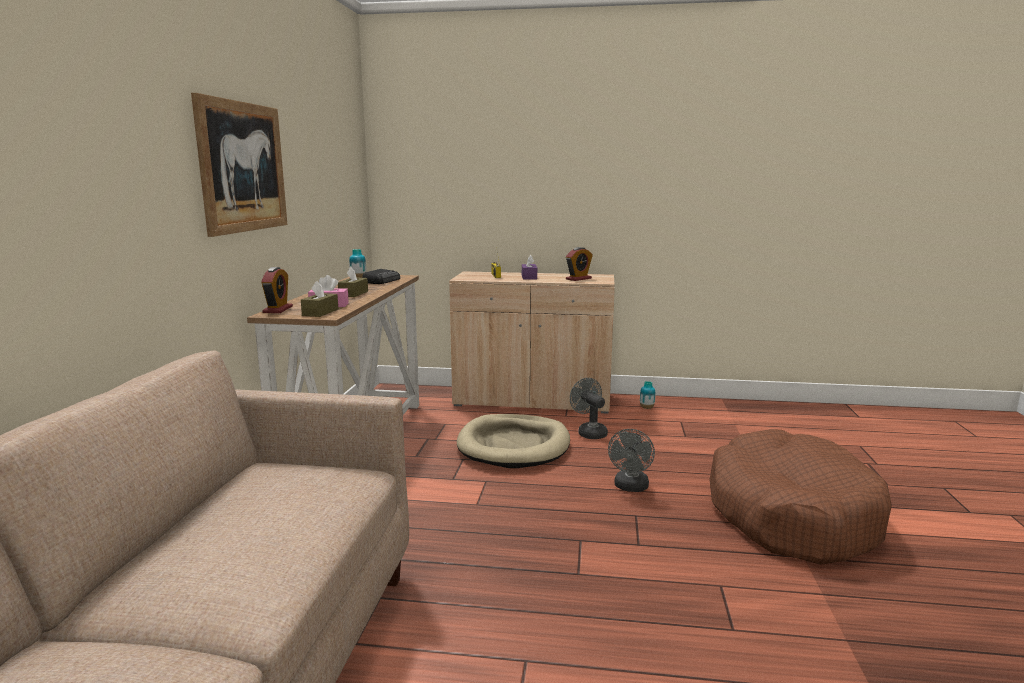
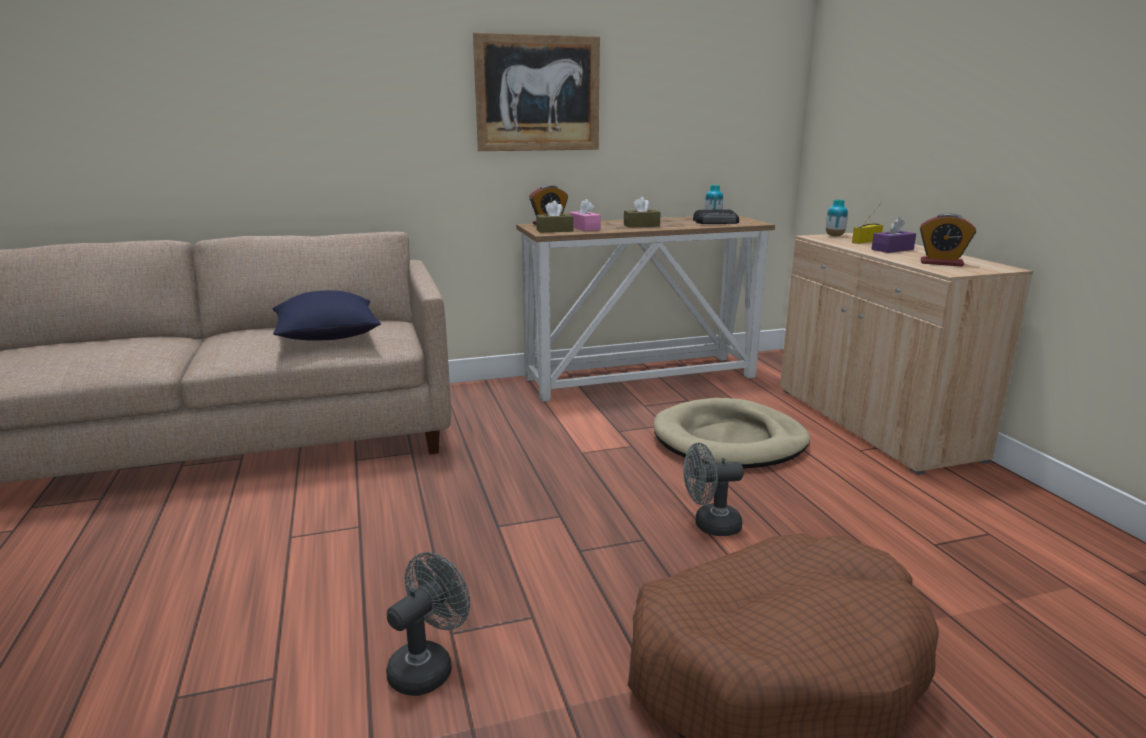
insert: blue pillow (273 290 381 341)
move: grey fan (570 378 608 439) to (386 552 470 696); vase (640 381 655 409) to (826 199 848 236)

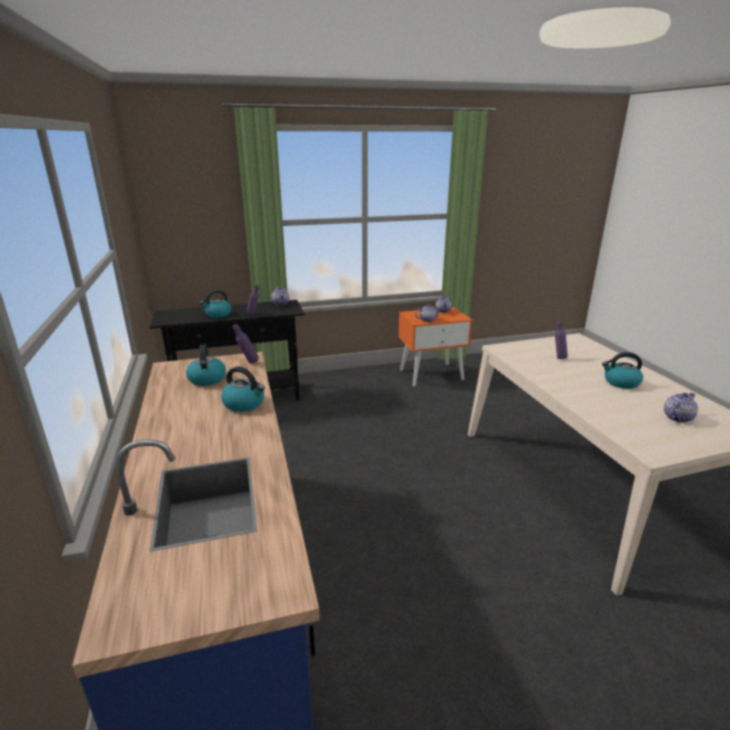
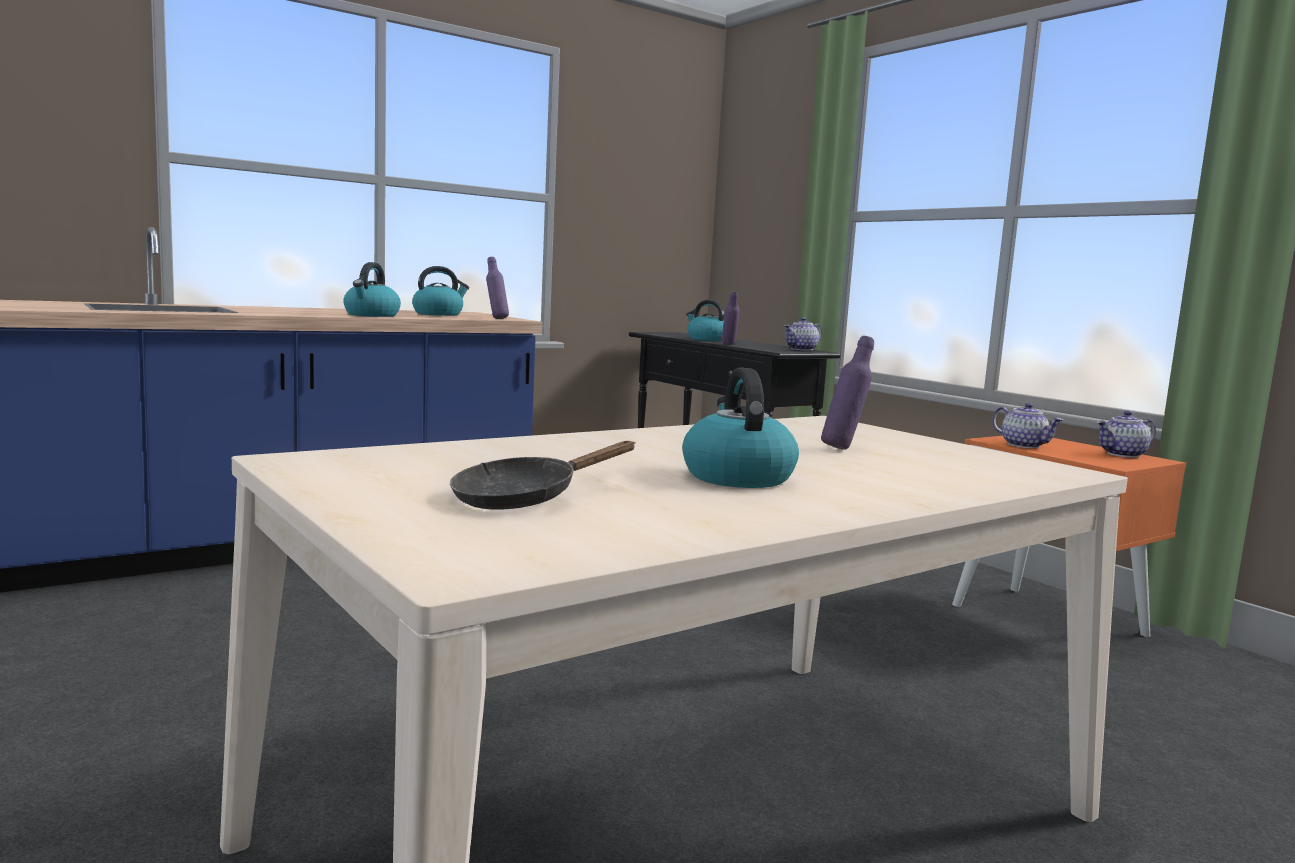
replace: teapot (664 393 698 423) to black frying pan (450 441 636 510)

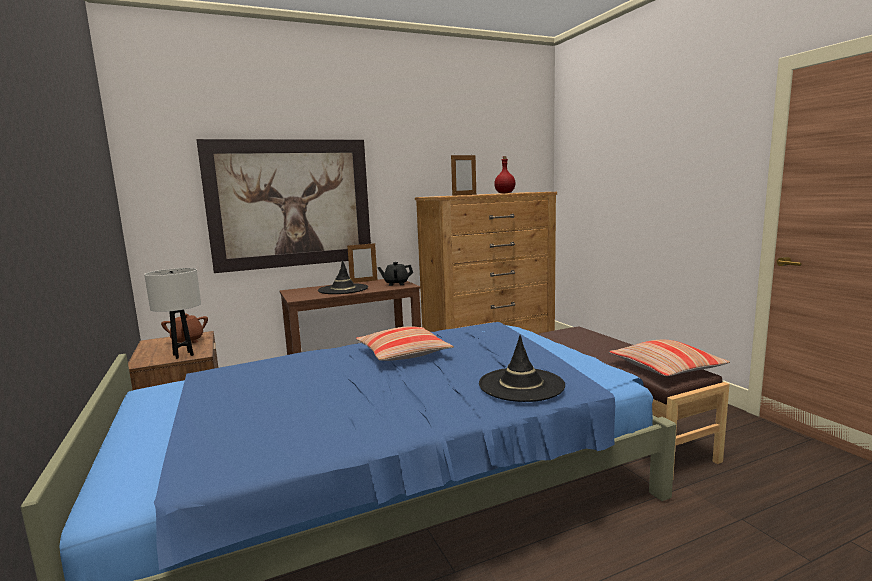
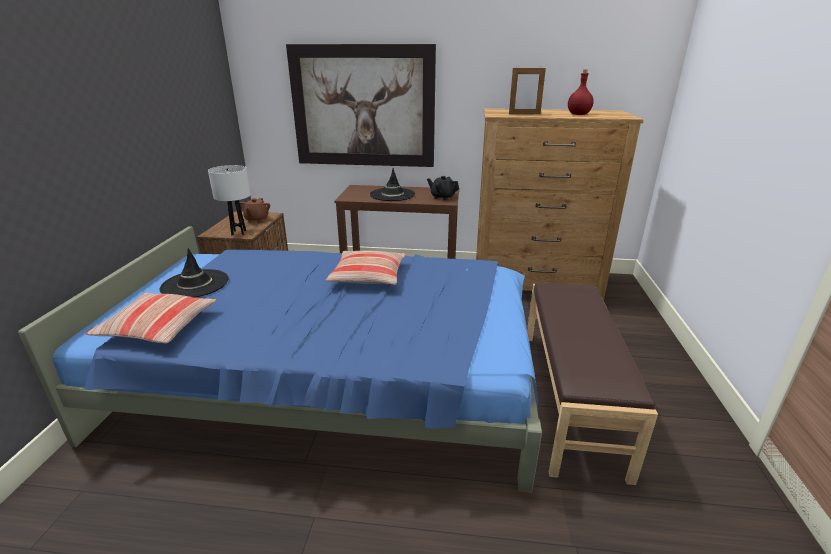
delete: picture frame (347 242 377 283)
move: black hat (479 335 565 402) to (160 248 228 298); pillow (609 340 730 376) to (86 293 217 343)

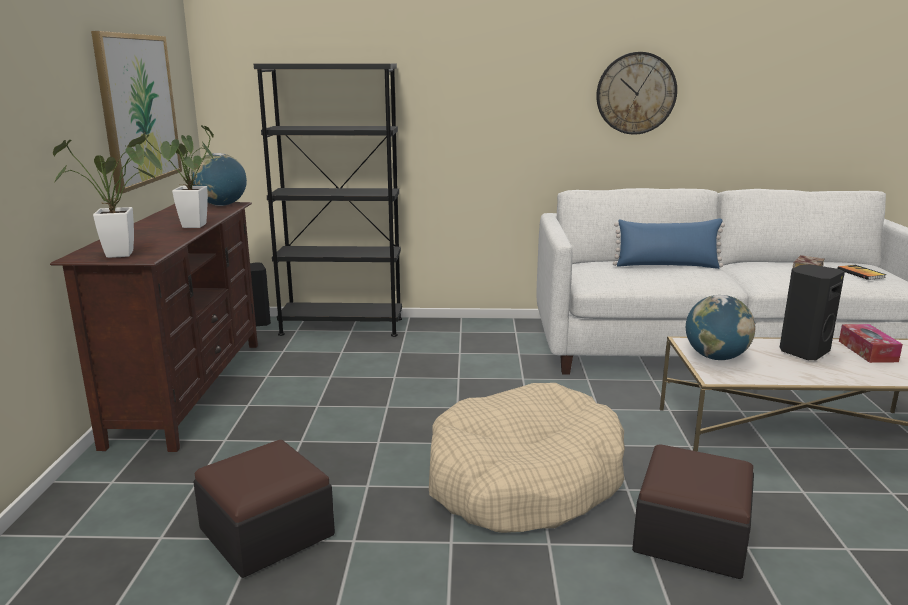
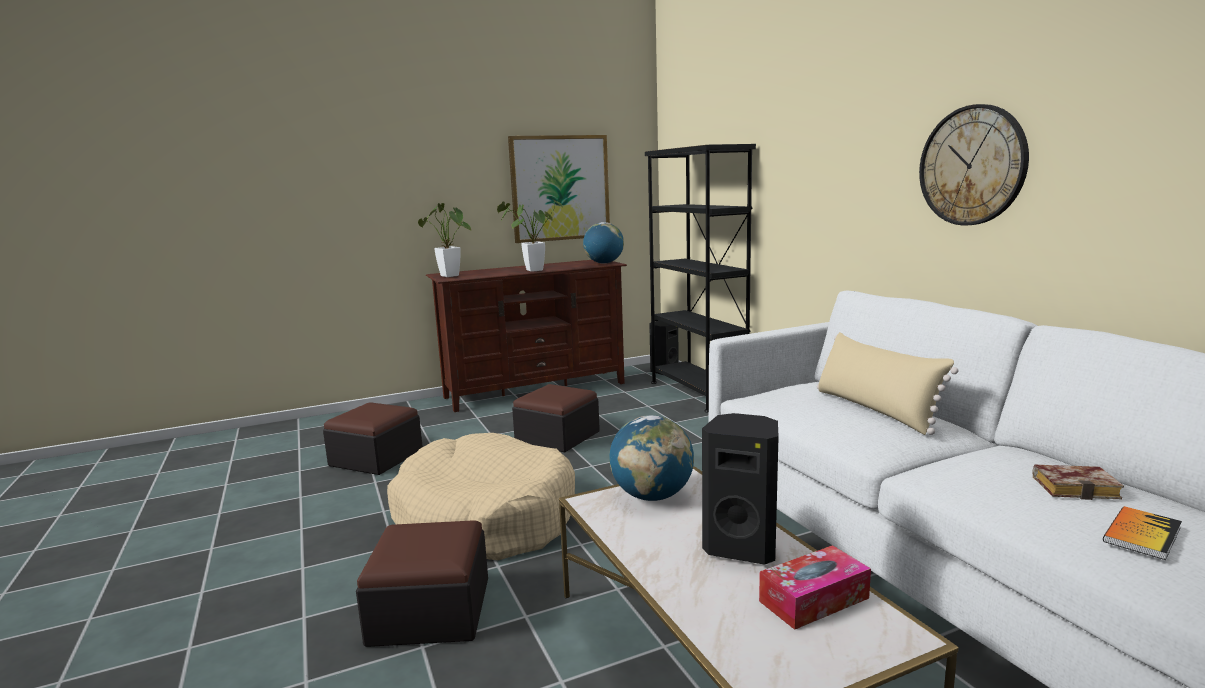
insert: ottoman (512 384 600 452)
recolor: blue pillow (613 218 725 269) to beige pillow (817 332 959 435)

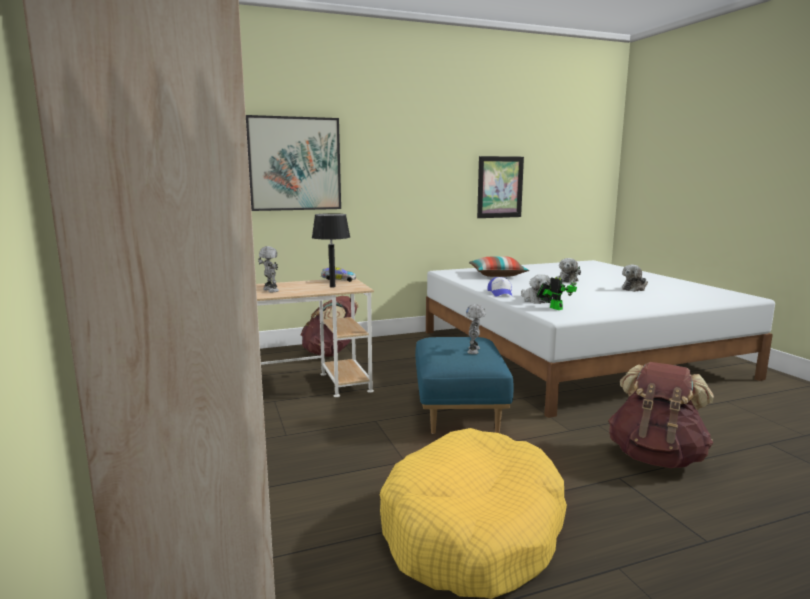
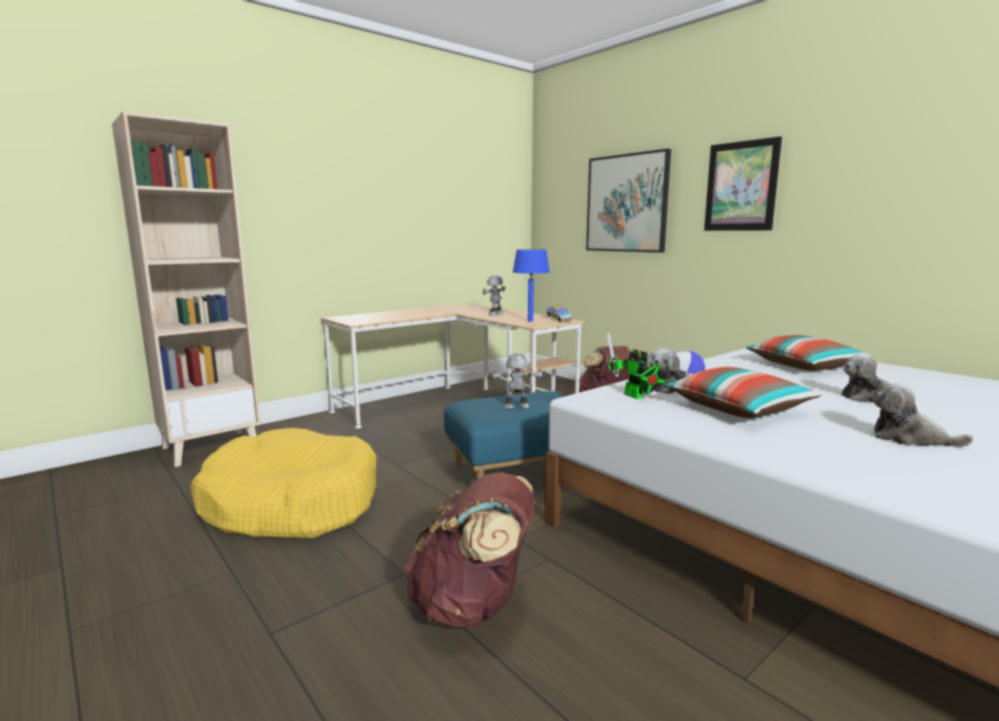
insert: pillow (664 367 822 418)
move: picture (477 156 524 218) to (704 136 782 231)
recolor: black table lamp (312 213 350 287) to blue table lamp (513 249 550 322)
rotate: toy robot (537 266 580 310) = (607 331 666 399) 105 degrees clockwise

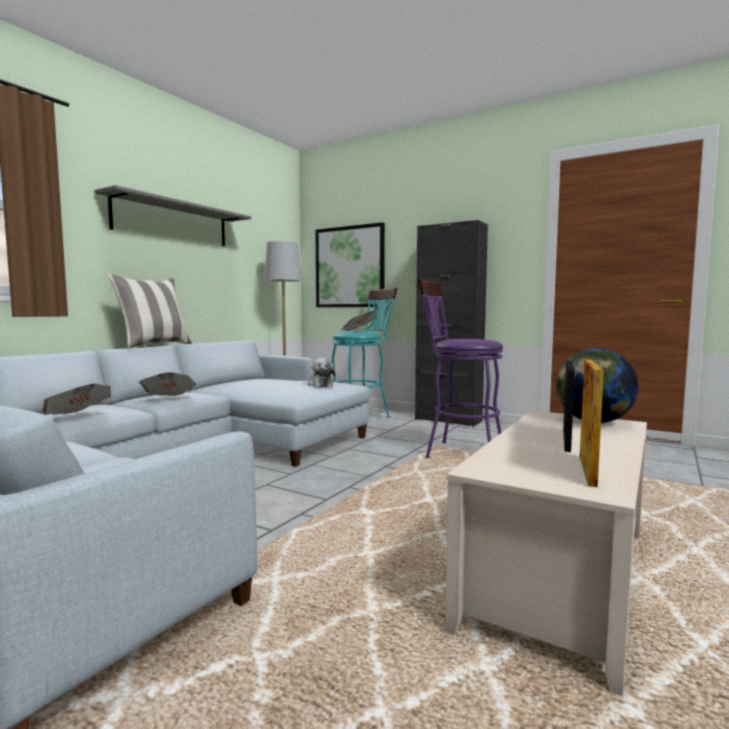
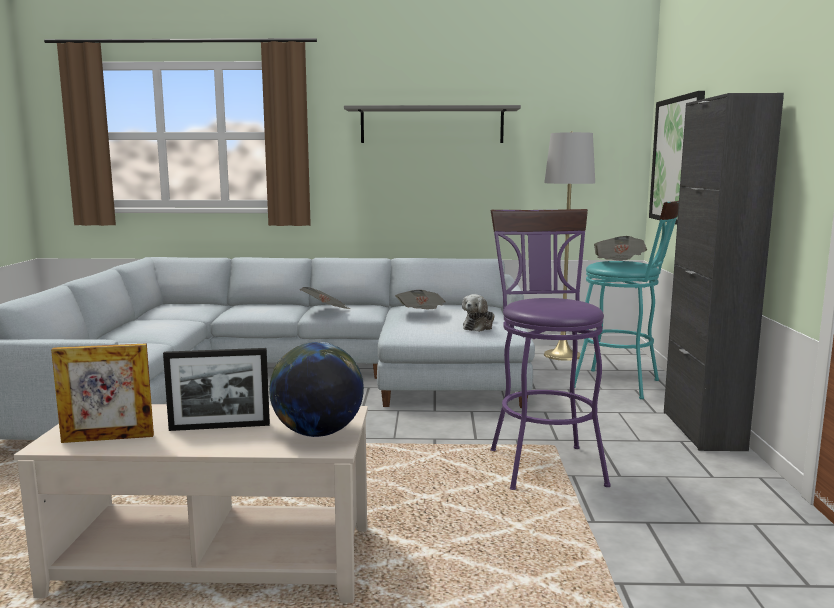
delete: pillow (107 274 192 348)
move: newspaper (42 384 111 415) to (395 290 446 309)

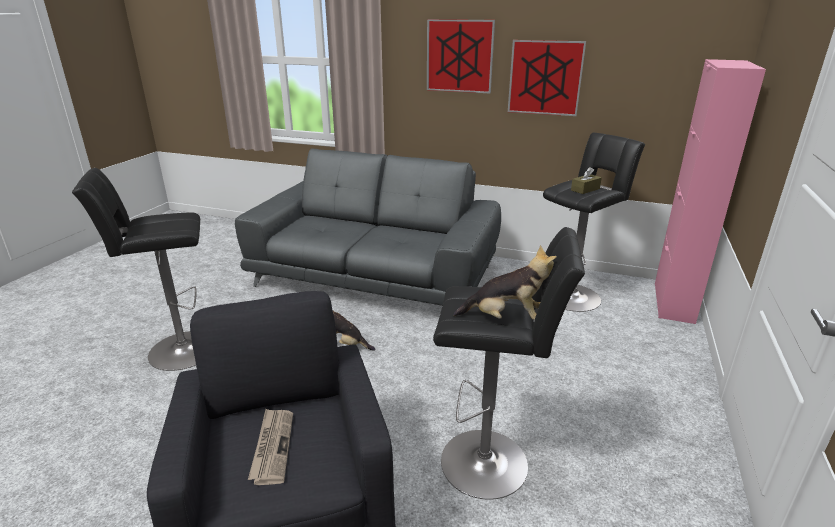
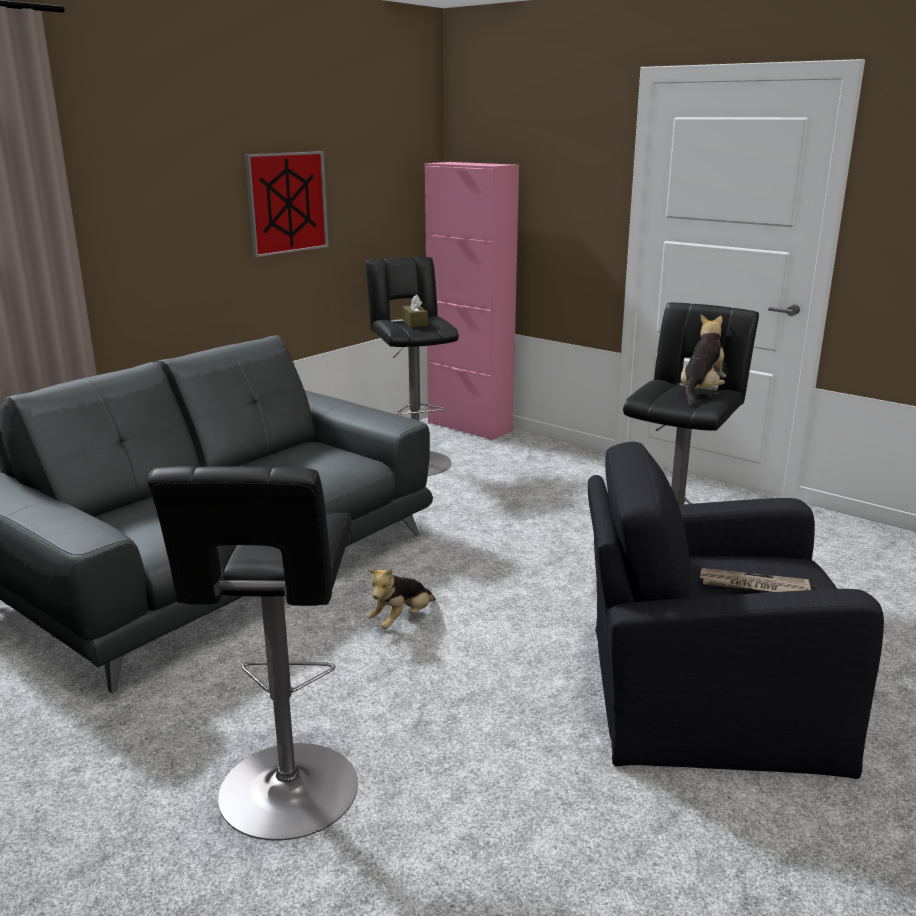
delete: picture (427 19 495 93)

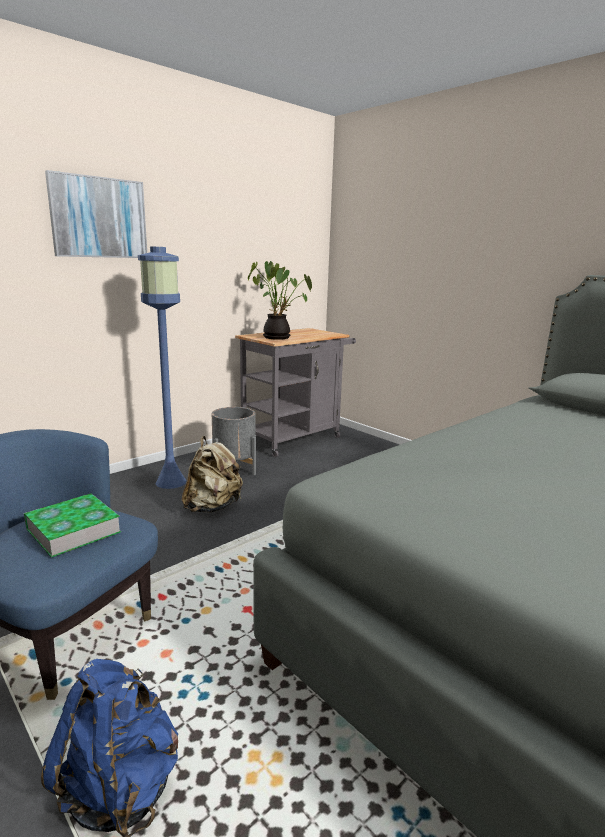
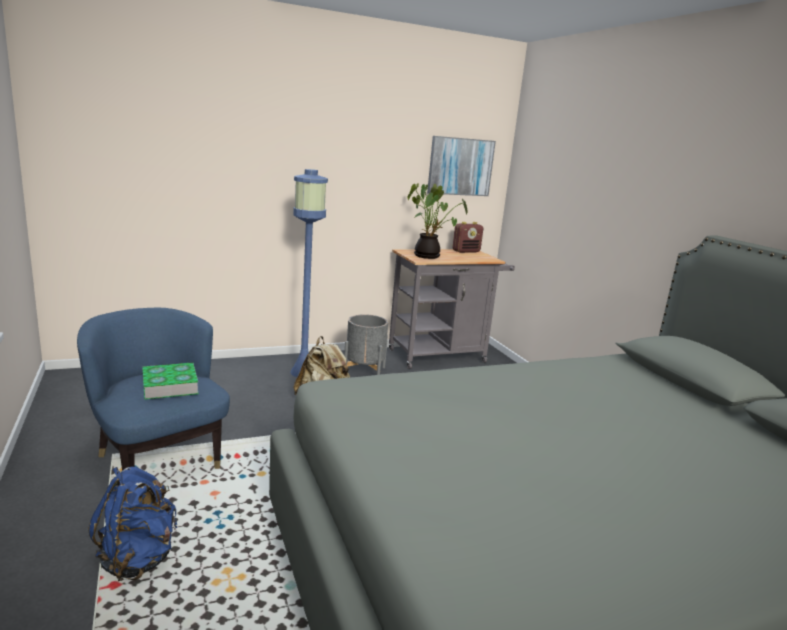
insert: radio (452 222 483 253)
move: picture (45 170 147 258) to (427 136 496 196)

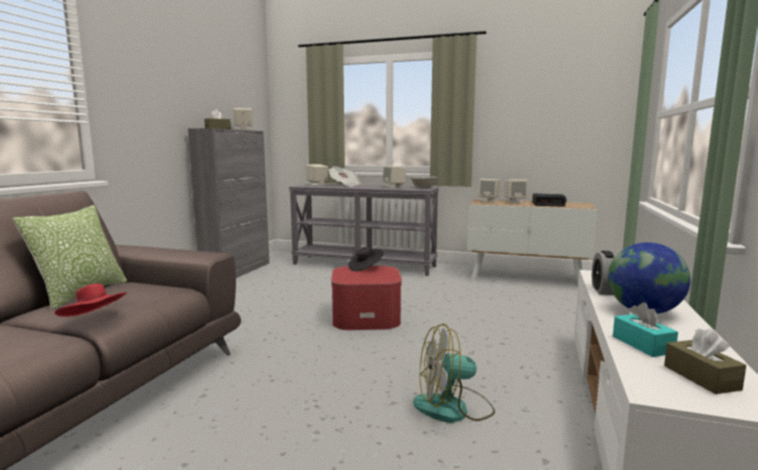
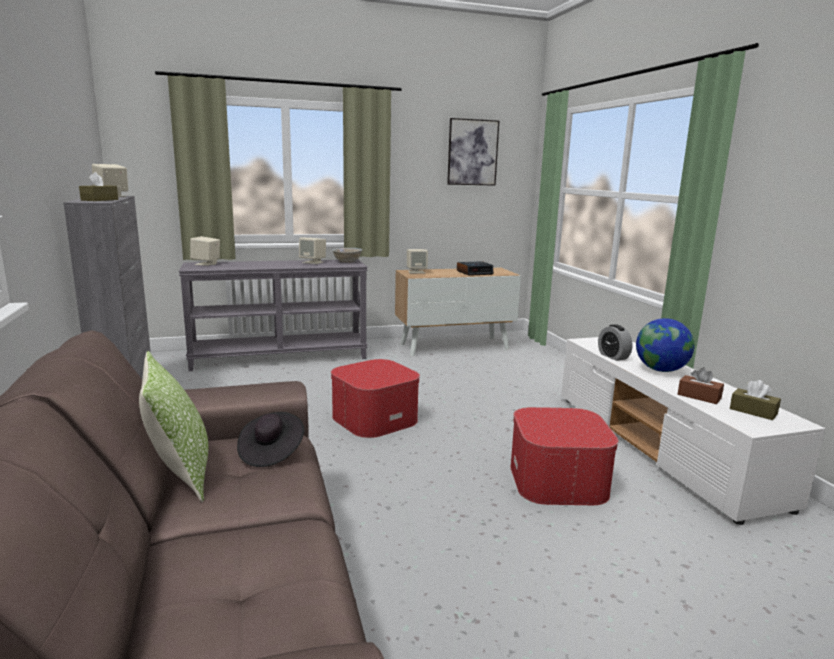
delete: red hat (55 284 126 317); newspaper (329 166 361 187); beige speaker (505 180 528 203)
insert: picture (447 118 499 186)
move: black hat (348 247 384 271) to (237 412 304 467)
replace: fan (413 323 495 423) to ottoman (510 407 618 505)
recolor: turquoise tissue box (613 302 678 357) to brown tissue box (678 367 724 404)

